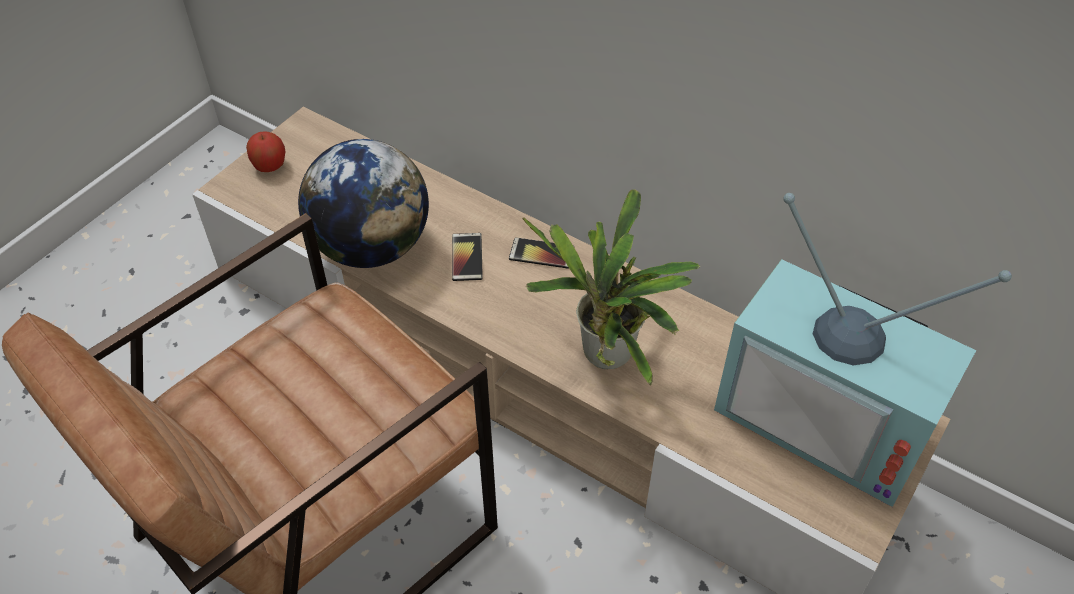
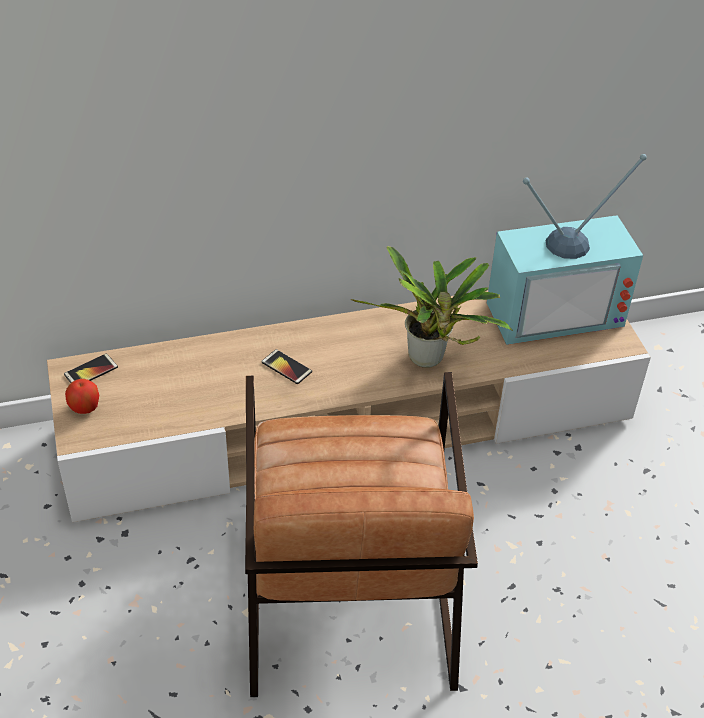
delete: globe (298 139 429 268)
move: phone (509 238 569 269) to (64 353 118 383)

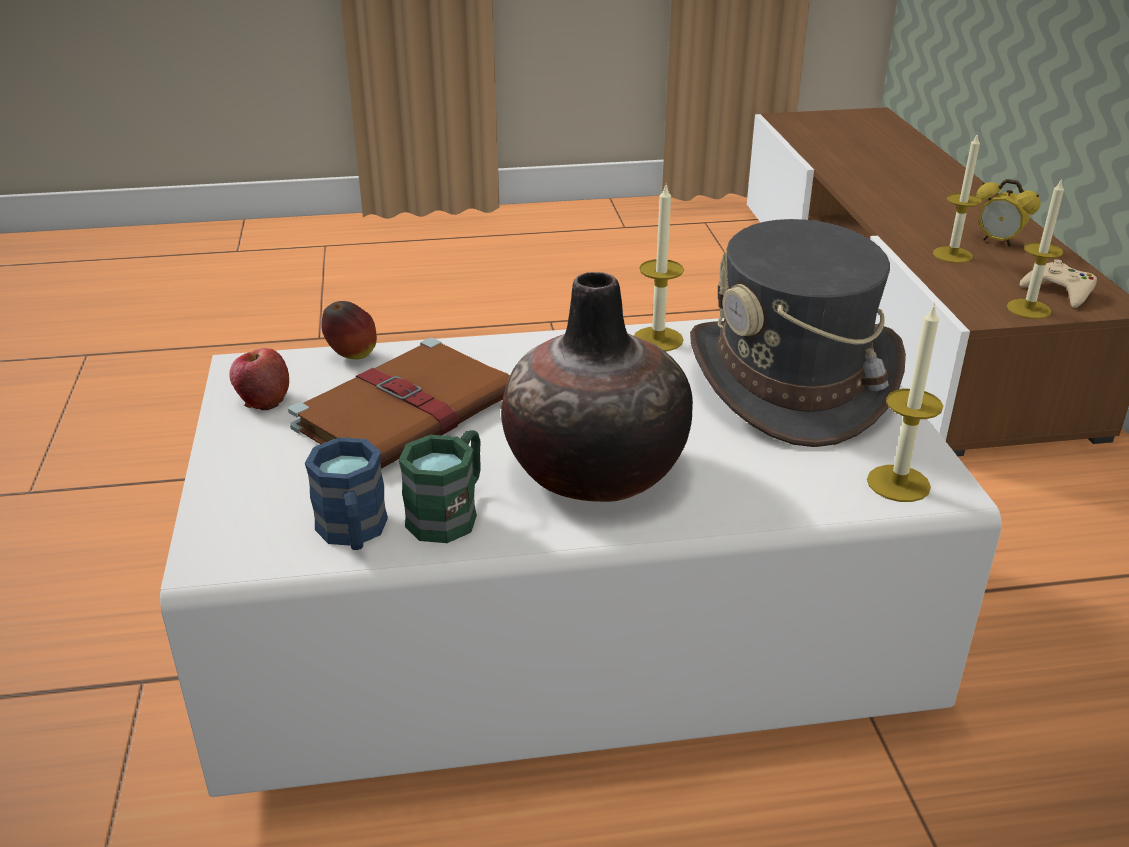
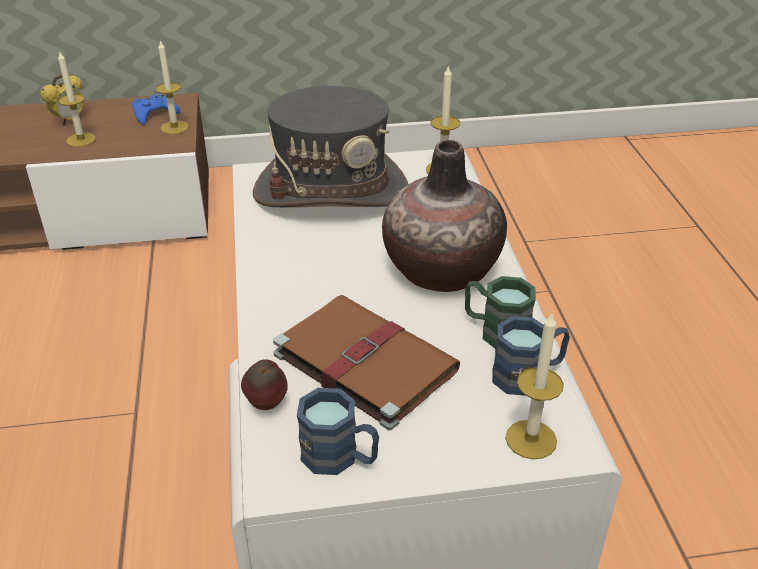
move: candle (634 182 684 352) to (505 313 564 459)
replace: apple (229 348 289 410) to blue mug (297 388 379 475)
recolor: beige game controller (1020 259 1097 308) to blue game controller (132 94 180 125)

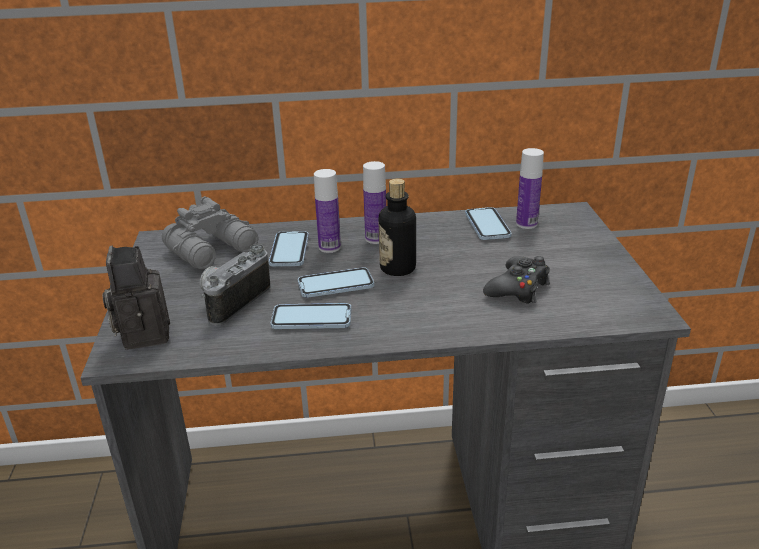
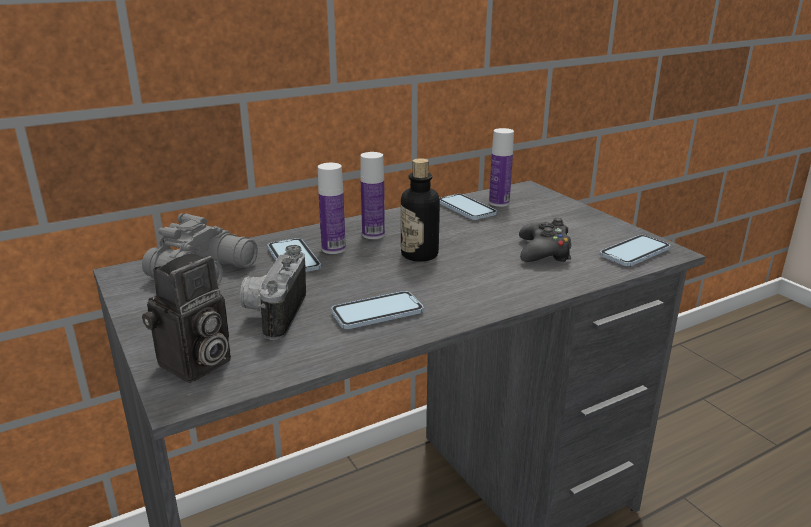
move: phone (298 267 374 298) to (600 235 670 266)
rotate: photo camera (103 245 170 350) = (142 253 231 383) 105 degrees counterclockwise

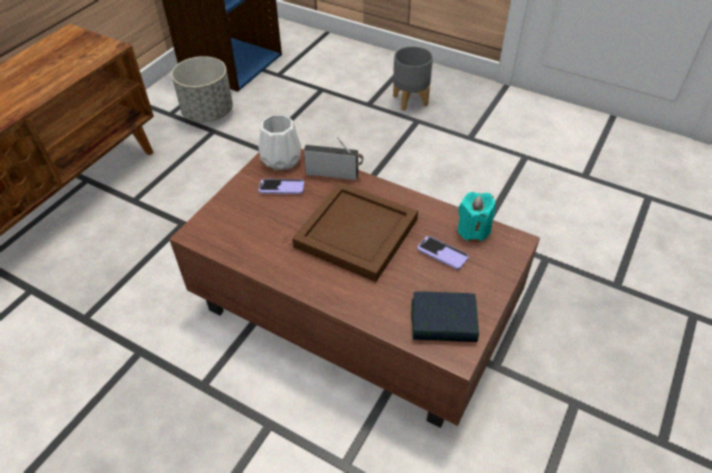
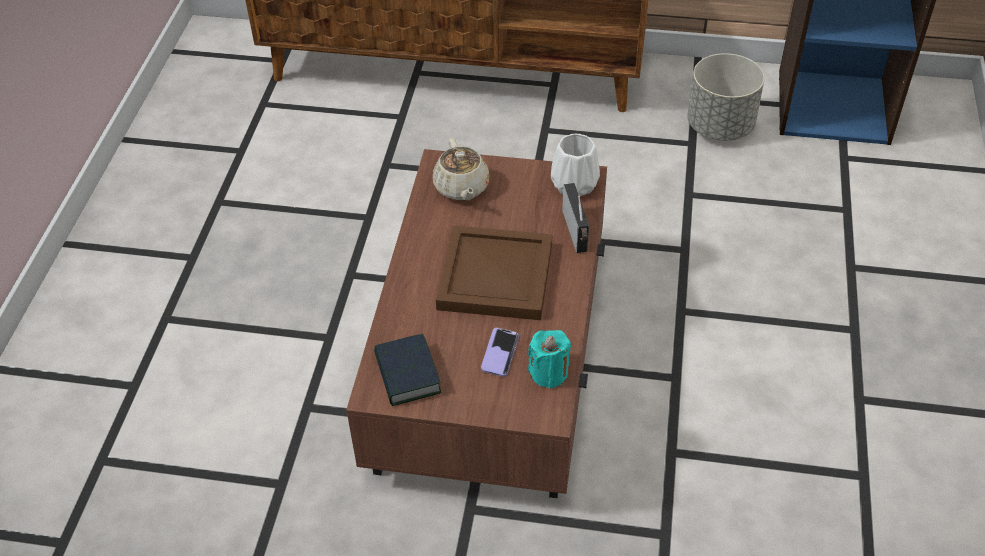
delete: phone (259 179 304 194); grey planter (393 46 433 111)
insert: beige teapot (433 138 490 200)

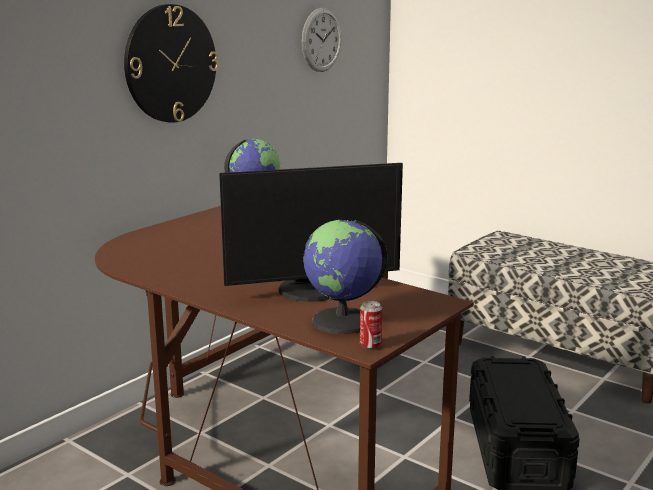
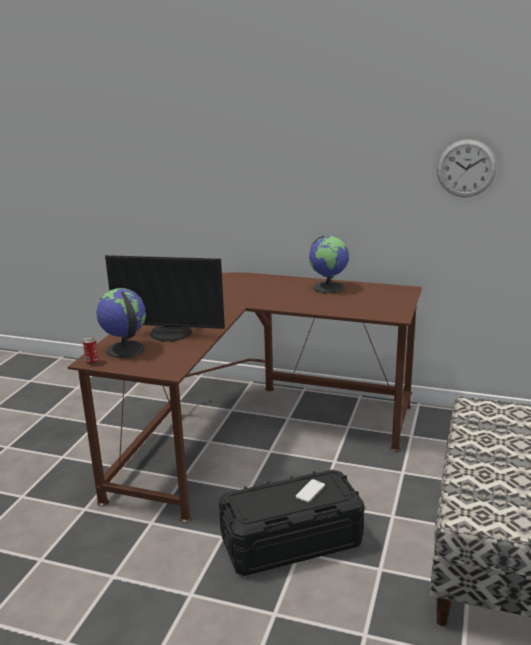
delete: wall clock (124 4 218 123)
insert: phone (296 479 325 503)
rotate: monitor (219 163 403 302) = (105 255 225 342) 45 degrees counterclockwise

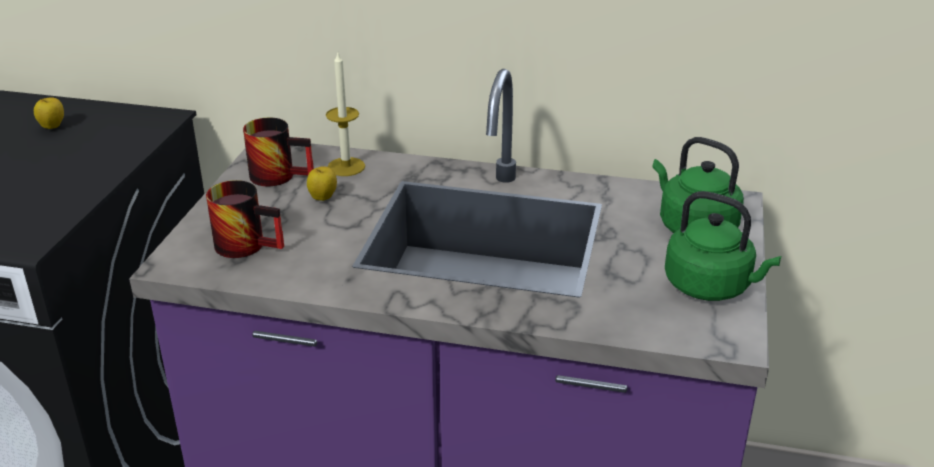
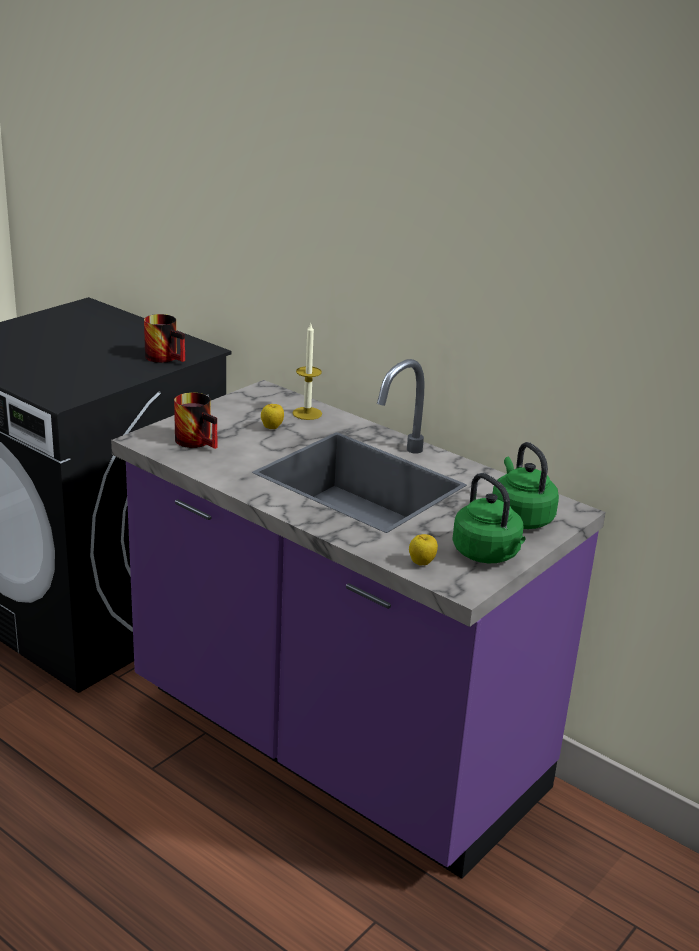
move: apple (34 97 64 129) to (409 534 438 566); mug (243 118 314 186) to (144 314 185 363)

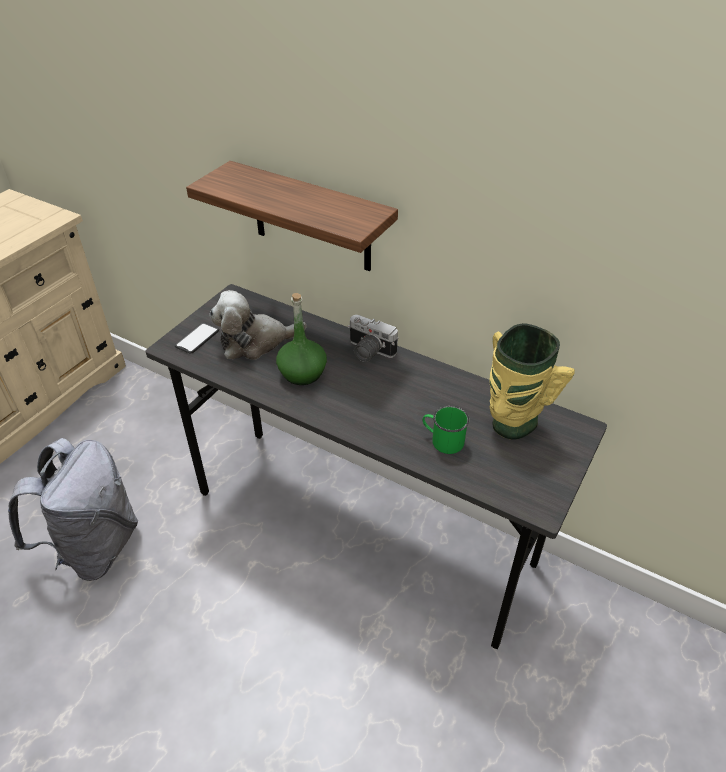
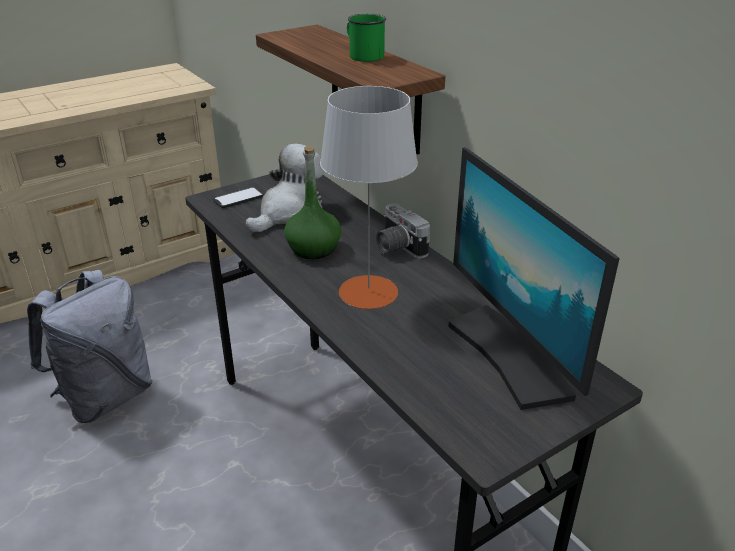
insert: grey table lamp (320 86 418 309)
move: green mug (422 406 469 454) to (347 14 386 62)
replace: vase (489 323 575 440) to monitor (448 147 619 410)
rotate: plush toy (209 290 307 360) = (246 144 324 232) 120 degrees clockwise

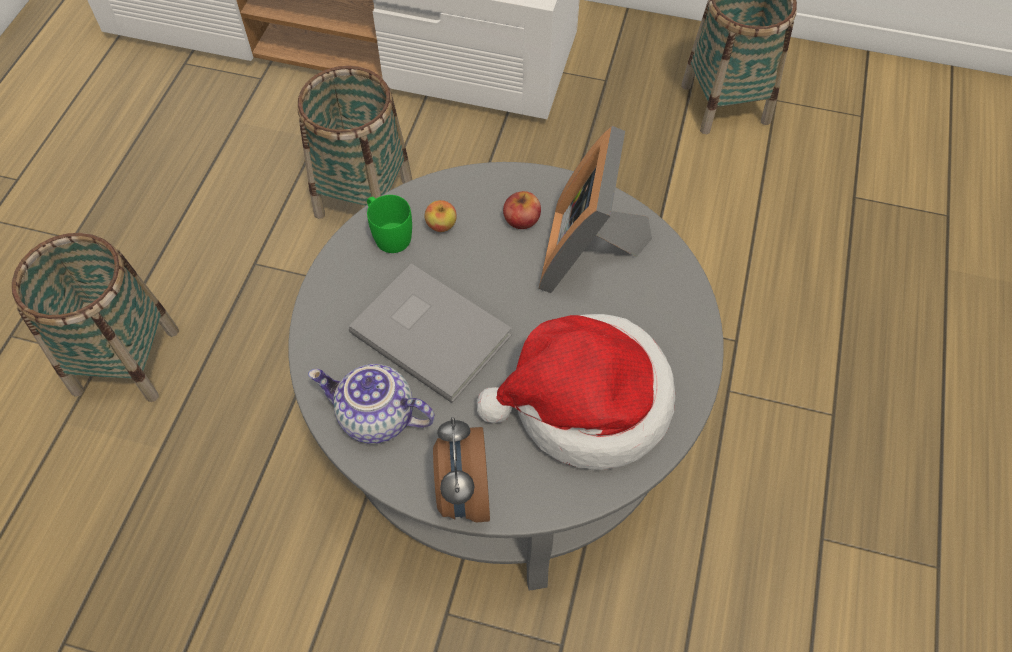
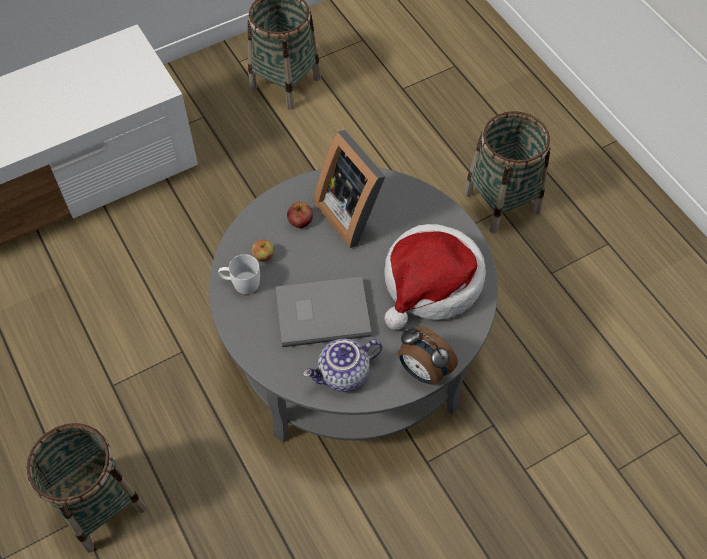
move: basket (297 66 412 219) to (463 111 550 233)
recolor: green mug (367 195 412 253) to white mug (218 254 260 294)

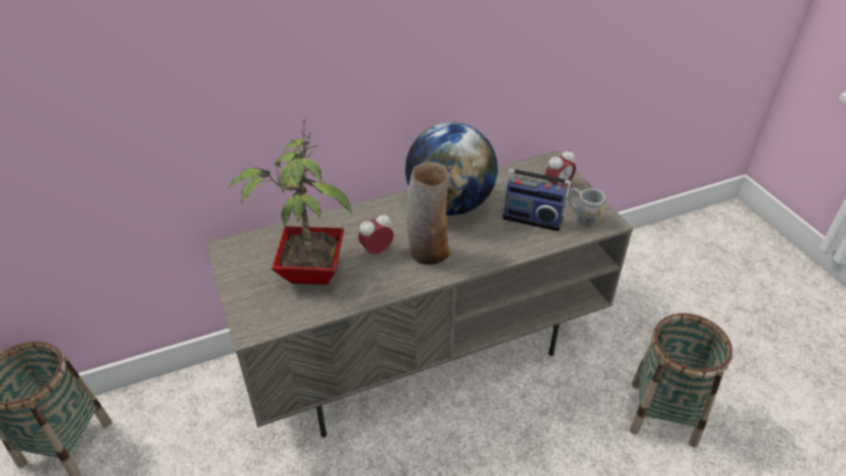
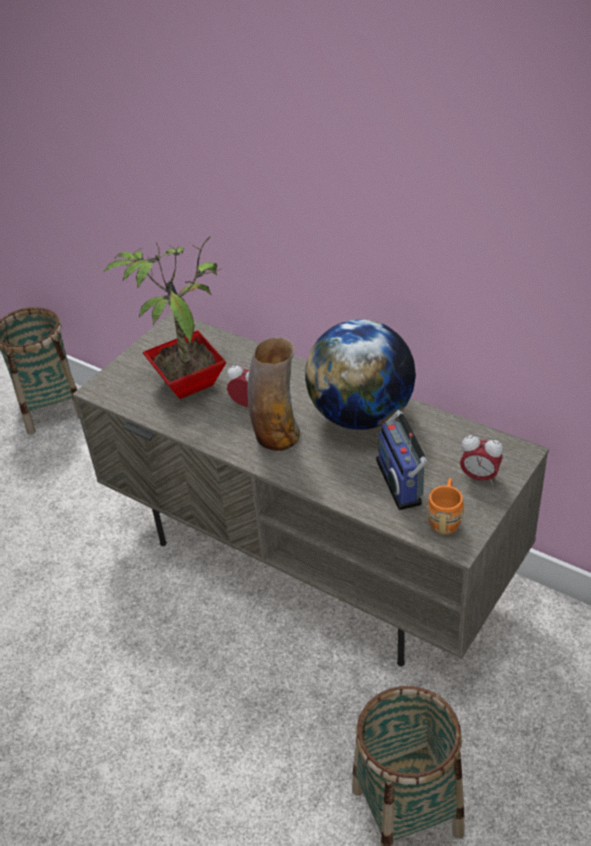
recolor: grey mug (568 188 605 226) to orange mug (427 478 464 535)

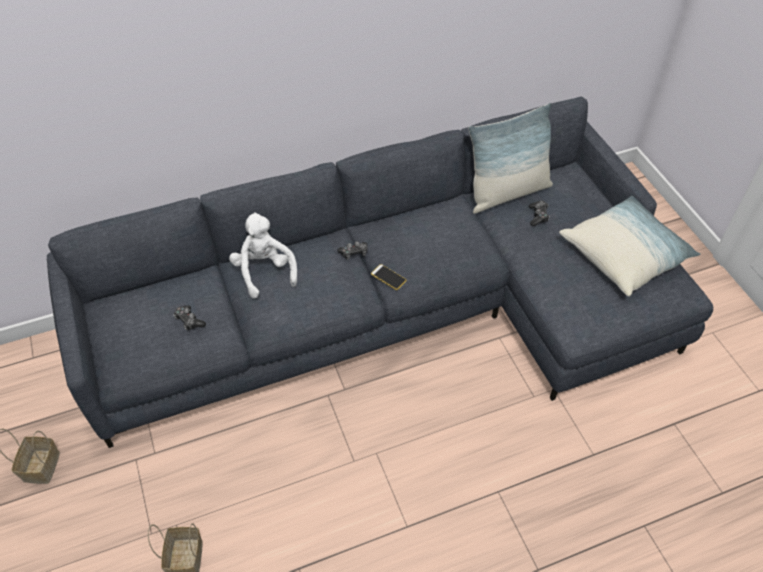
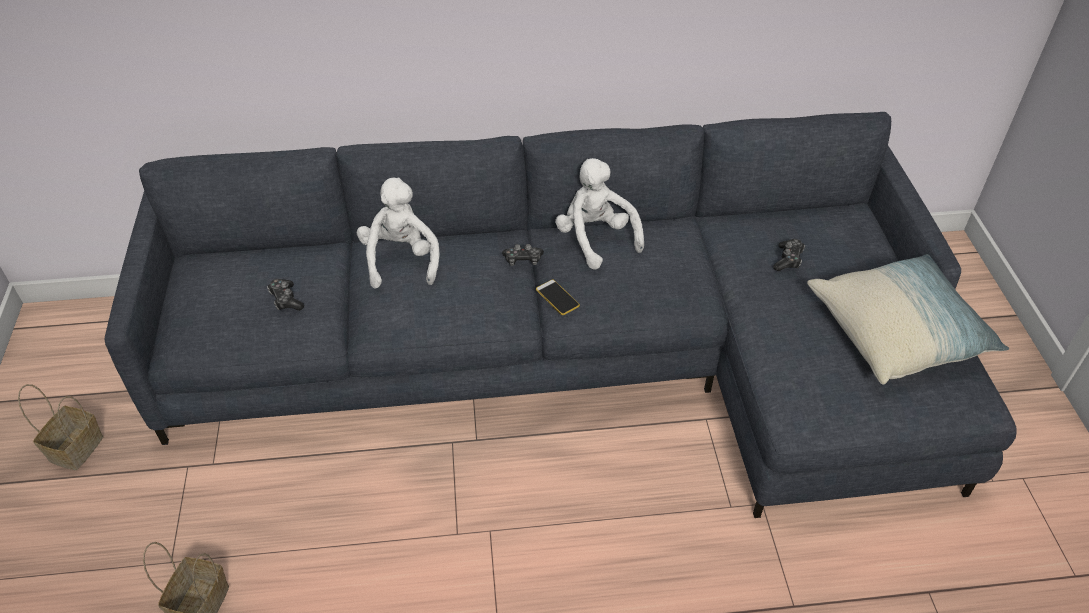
delete: pillow (468 103 553 214)
insert: white plush toy (555 158 644 270)

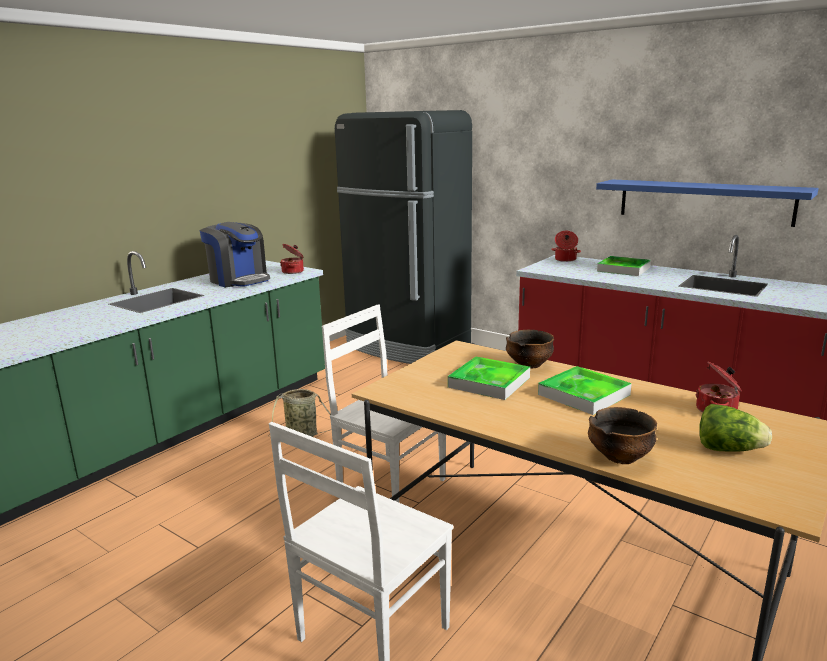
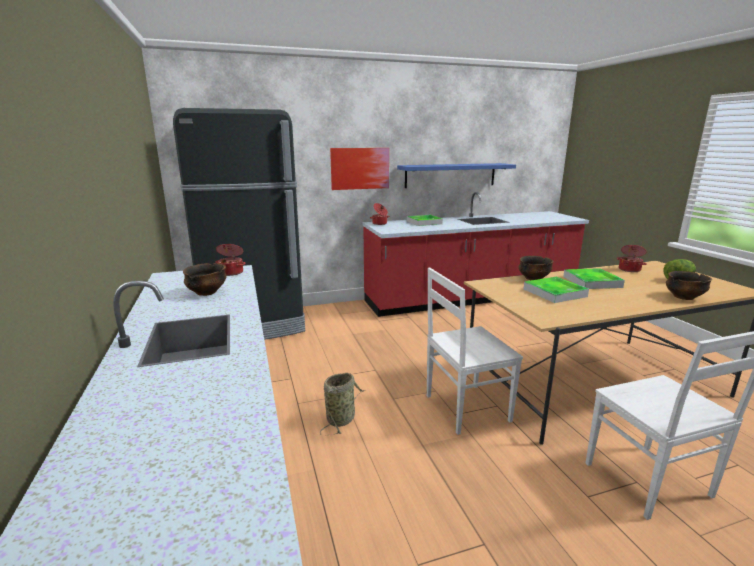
insert: picture (330 148 389 190)
replace: coffee machine (200 222 270 287) to bowl (183 263 227 296)

